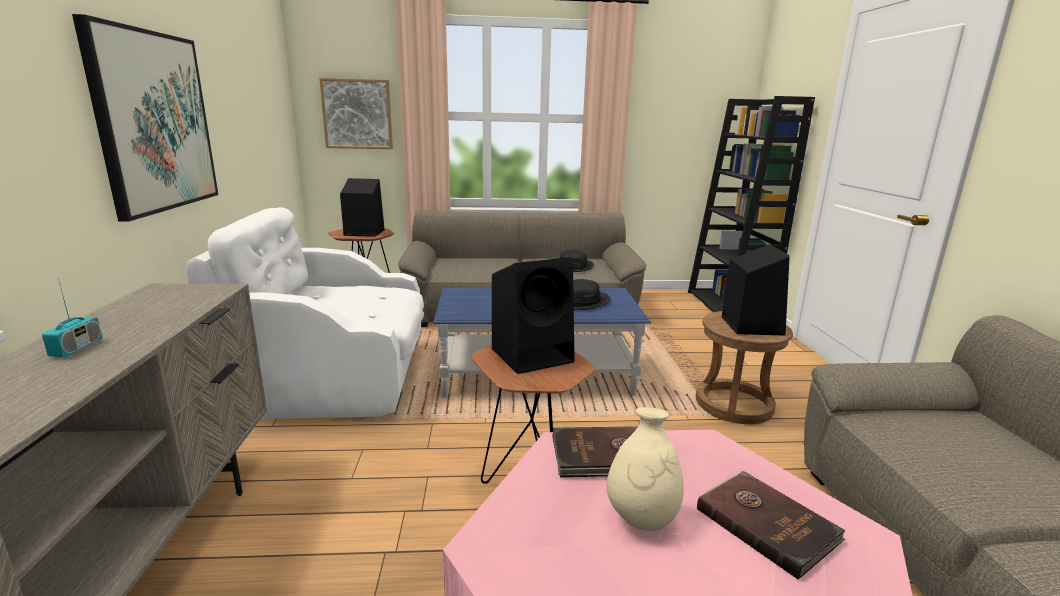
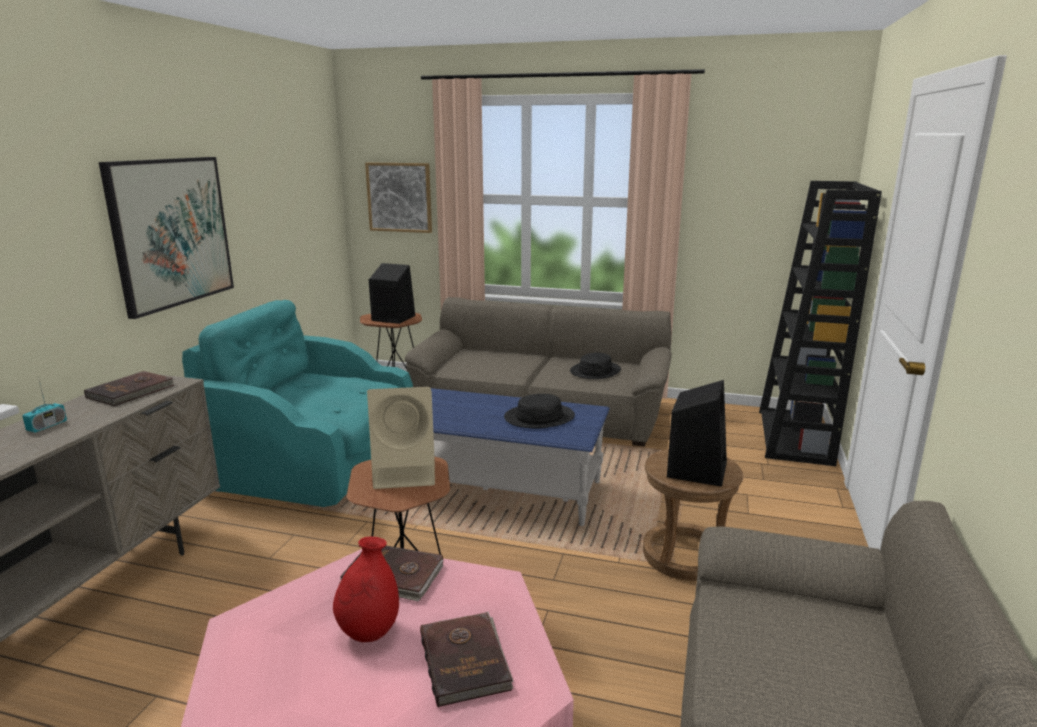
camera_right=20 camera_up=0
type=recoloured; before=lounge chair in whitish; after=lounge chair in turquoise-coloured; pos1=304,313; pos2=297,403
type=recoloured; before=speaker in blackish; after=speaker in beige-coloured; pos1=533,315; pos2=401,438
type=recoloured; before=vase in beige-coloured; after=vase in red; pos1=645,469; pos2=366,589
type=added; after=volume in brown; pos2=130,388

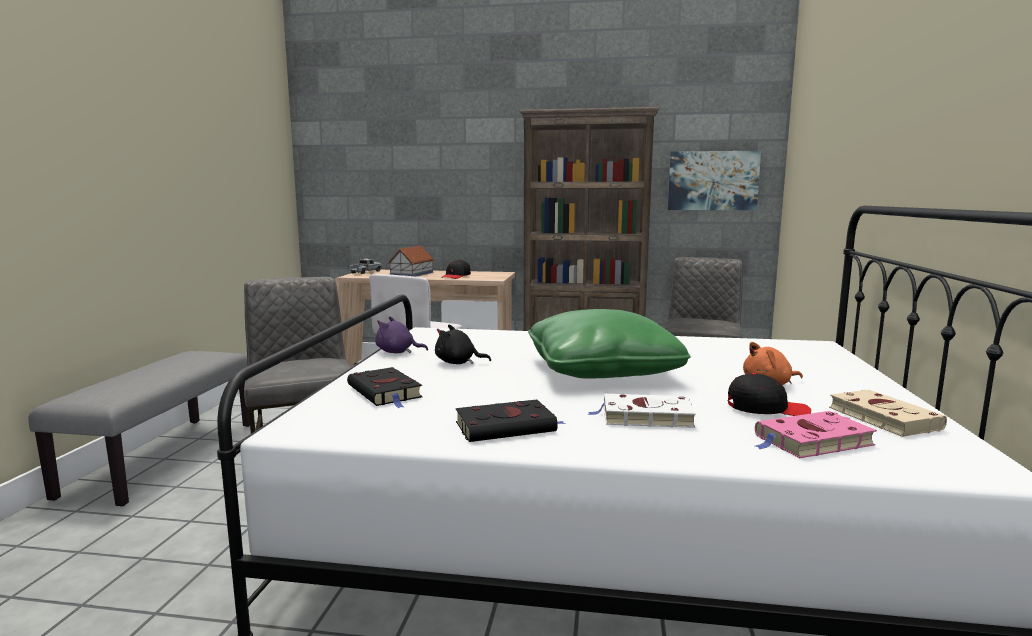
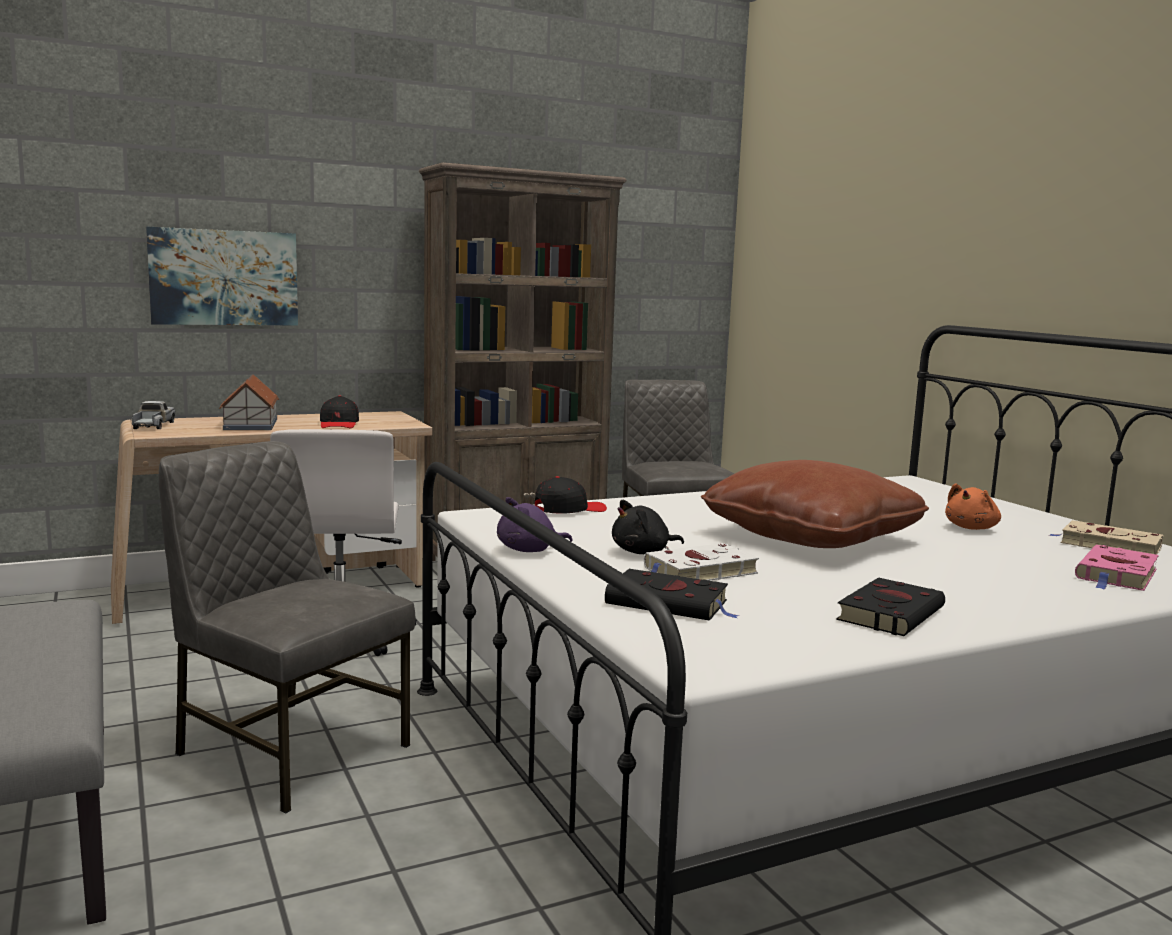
camera_right=-35 camera_up=0
type=recoloured; before=pillow in green; after=pillow in brown; pos1=609,344; pos2=815,504
type=moved; before=volume in whitish; pos1=642,411; pos2=701,562
type=moved; before=picture; pos1=714,180; pos2=222,276
type=moved; before=cap in blackish; pos1=769,394; pos2=571,495

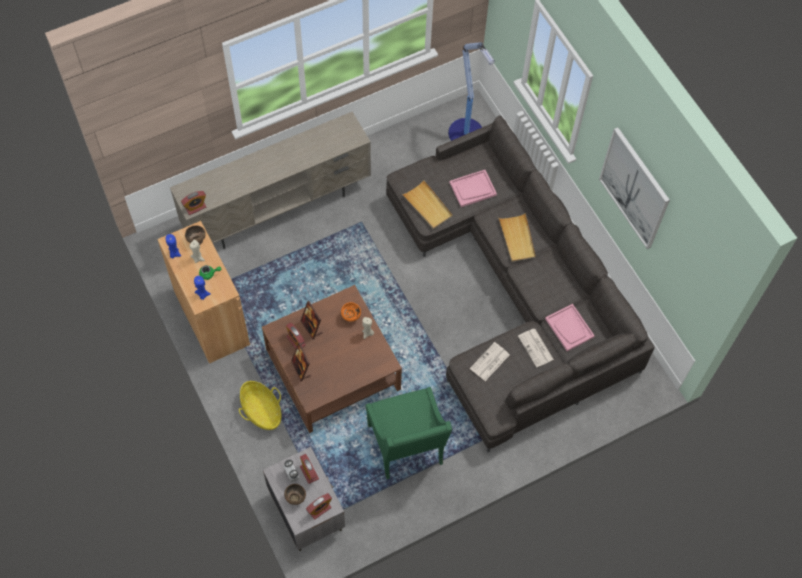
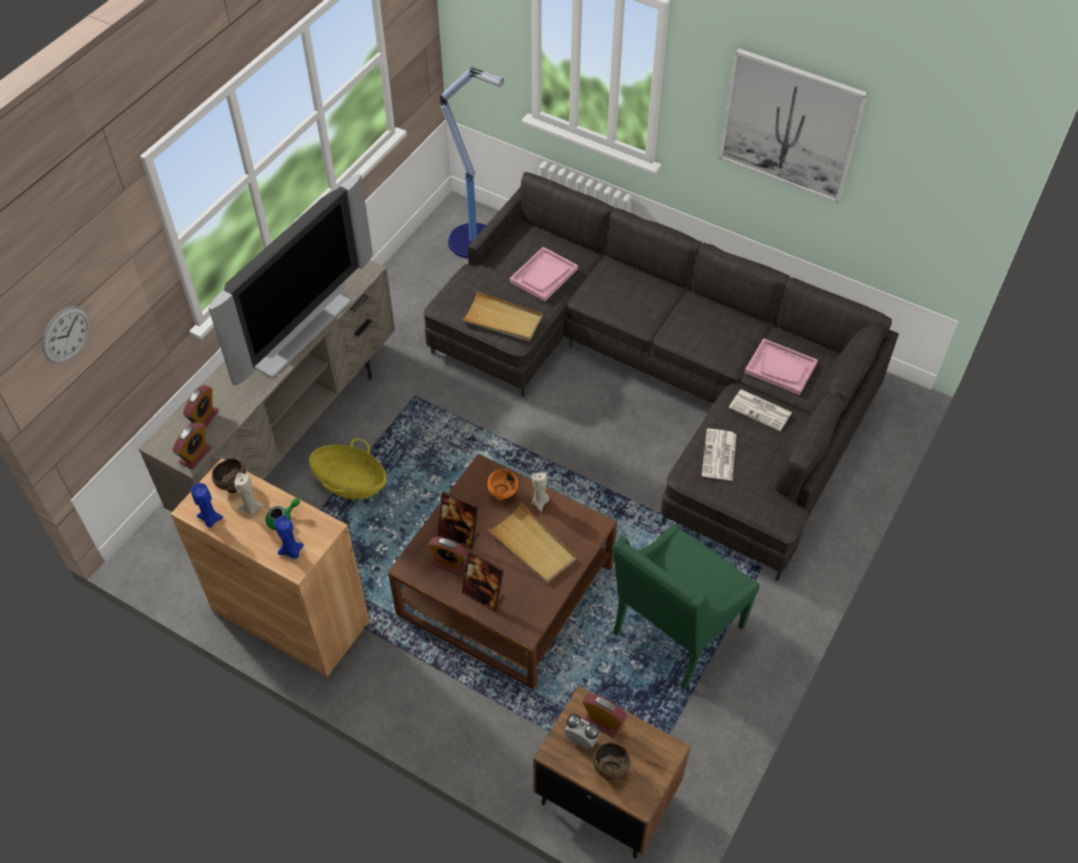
camera_right=-30 camera_up=-10
type=moved; before=storage basket; pos1=260,405; pos2=348,469
type=recoloured; before=night table in grey; after=night table in brown; pos1=304,499; pos2=612,772
type=moved; before=table clock; pos1=319,506; pos2=200,407
type=turned; before=lounge chair in green; pos1=409,433; pos2=686,606; turn=90
type=moved; before=carrying tray in beige-coloured; pos1=517,237; pos2=531,543
type=added; after=wall clock; pos2=66,334
type=added; after=TV set; pos2=290,280

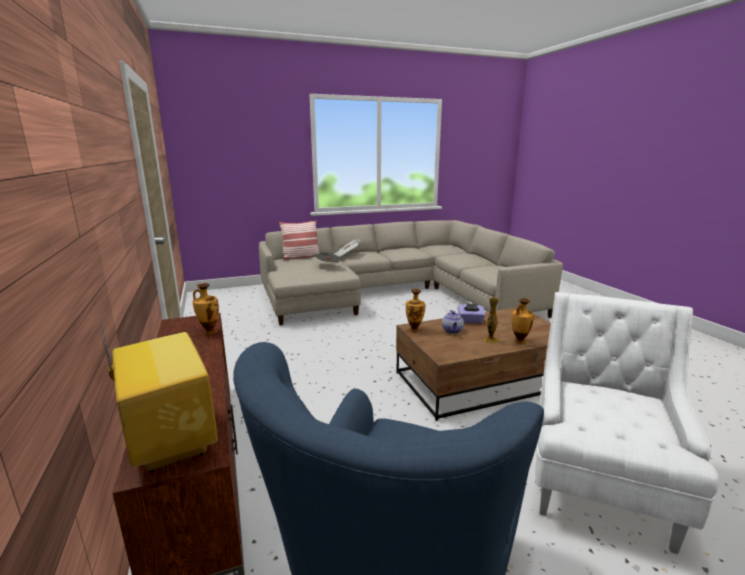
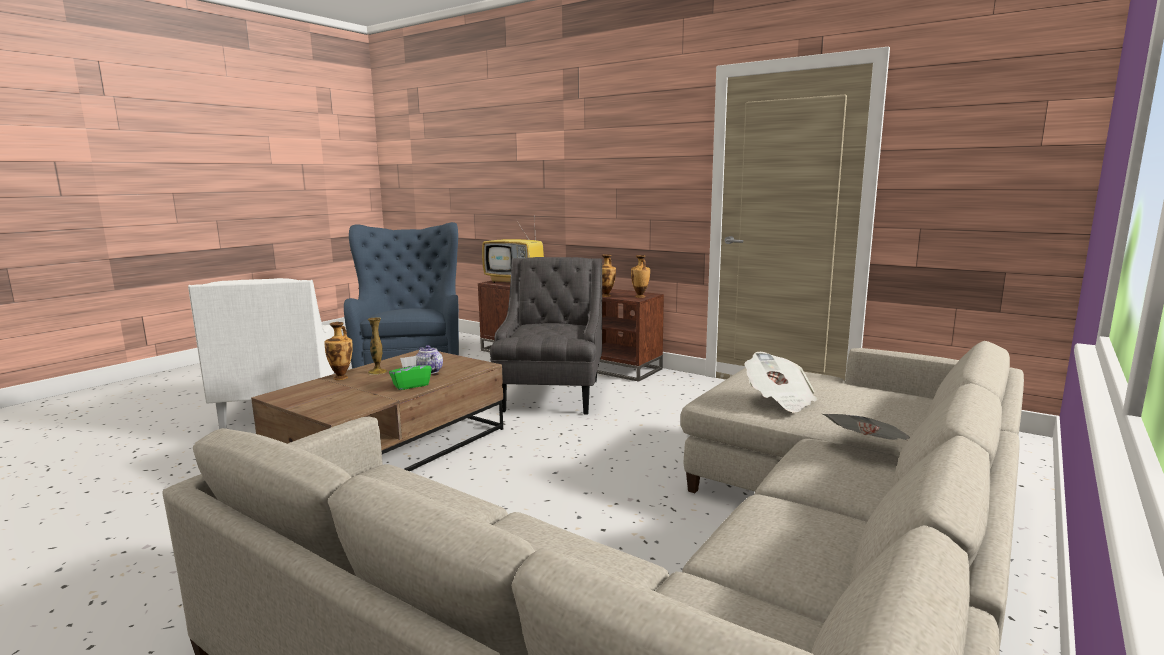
camera_right=145 camera_up=-5
type=removed; before=pillow; pos1=299,240
type=moved; before=vase; pos1=415,311; pos2=640,276
type=recoloured; before=tissue box in purple-coloured; after=tissue box in green; pos1=471,313; pos2=410,373
type=added; after=lounge chair in grey; pos2=546,335

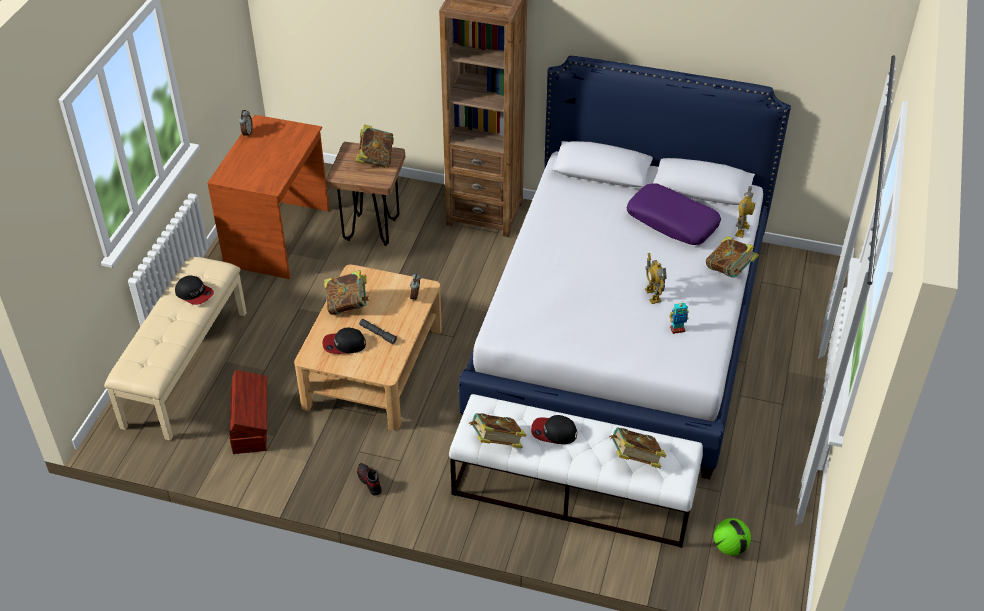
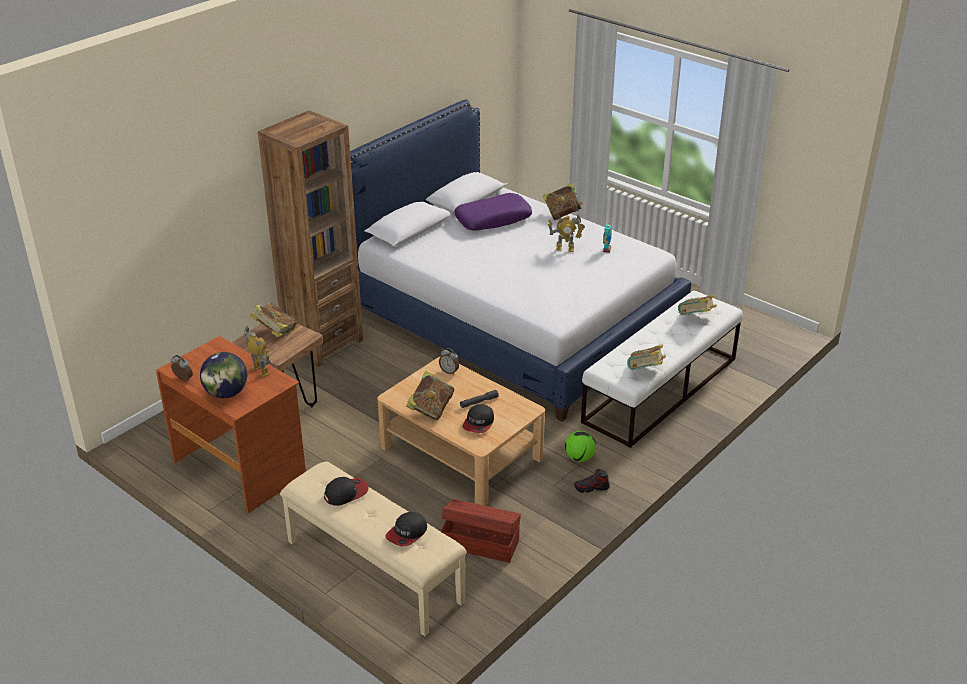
camera_right=-65 camera_up=-10
type=moved; before=cap; pos1=554,429; pos2=406,529
type=moved; before=ball for football; pos1=732,537; pos2=580,446
type=moved; before=robot figure; pos1=745,212; pos2=258,351
type=added; after=desk globe; pos2=223,375

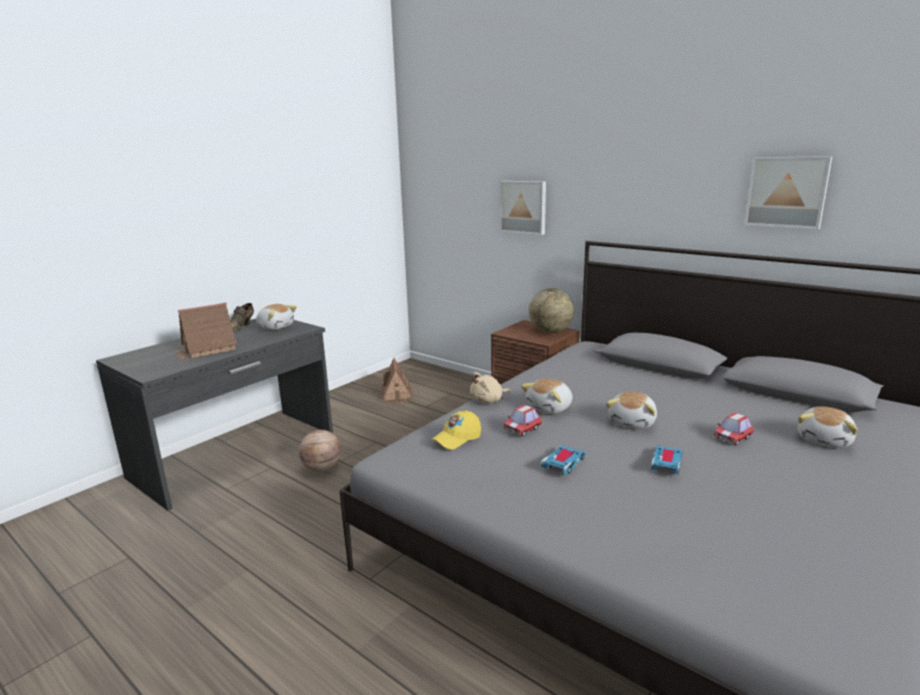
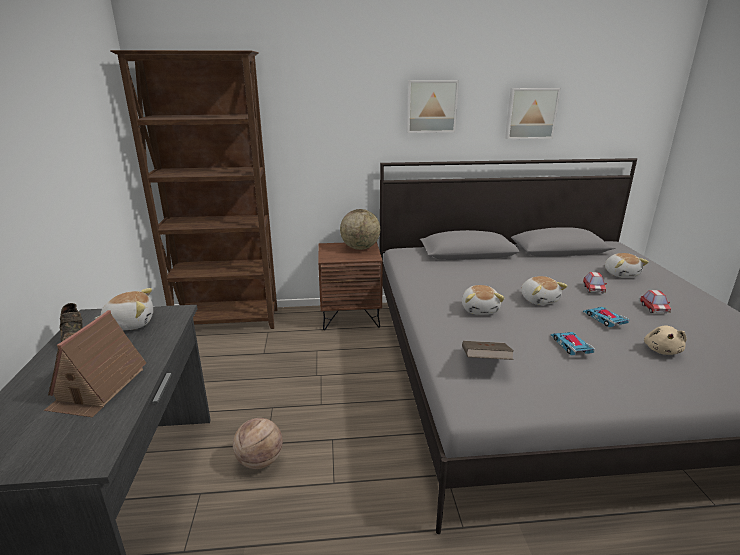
camera_right=-45 camera_up=5
type=removed; before=miniature house; pos1=396,380
type=replaced; before=cap in yellowish; after=volume in brown; pos1=456,430; pos2=488,350
type=moved; before=soft toy in beige-coloured; pos1=491,387; pos2=665,340
type=moved; before=picture; pos1=522,208; pos2=433,106
type=moved; before=miniature car; pos1=523,421; pos2=655,301
type=added; after=bookshelf in brown; pos2=193,189

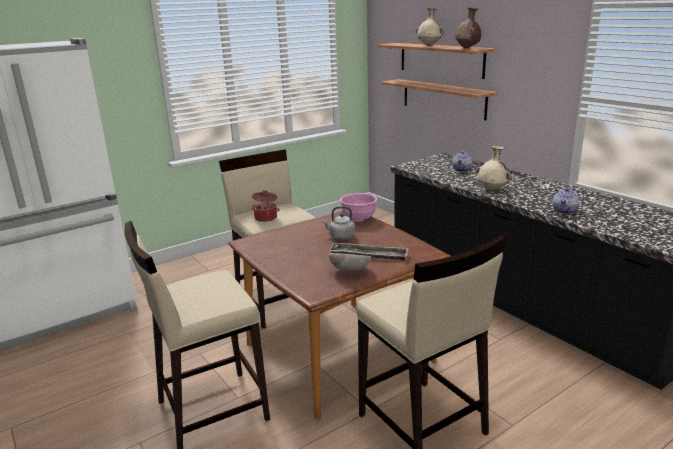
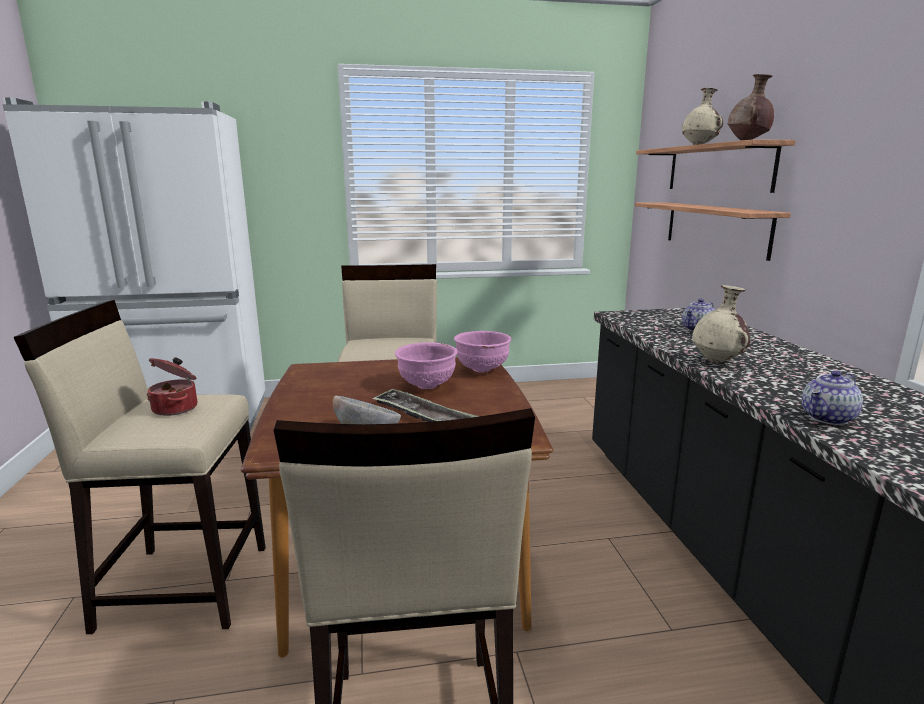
camera_right=25 camera_up=-5
type=moved; before=saucepot; pos1=265,206; pos2=171,386
type=replaced; before=tea kettle in grey; after=serving bowl in pink; pos1=338,223; pos2=426,366

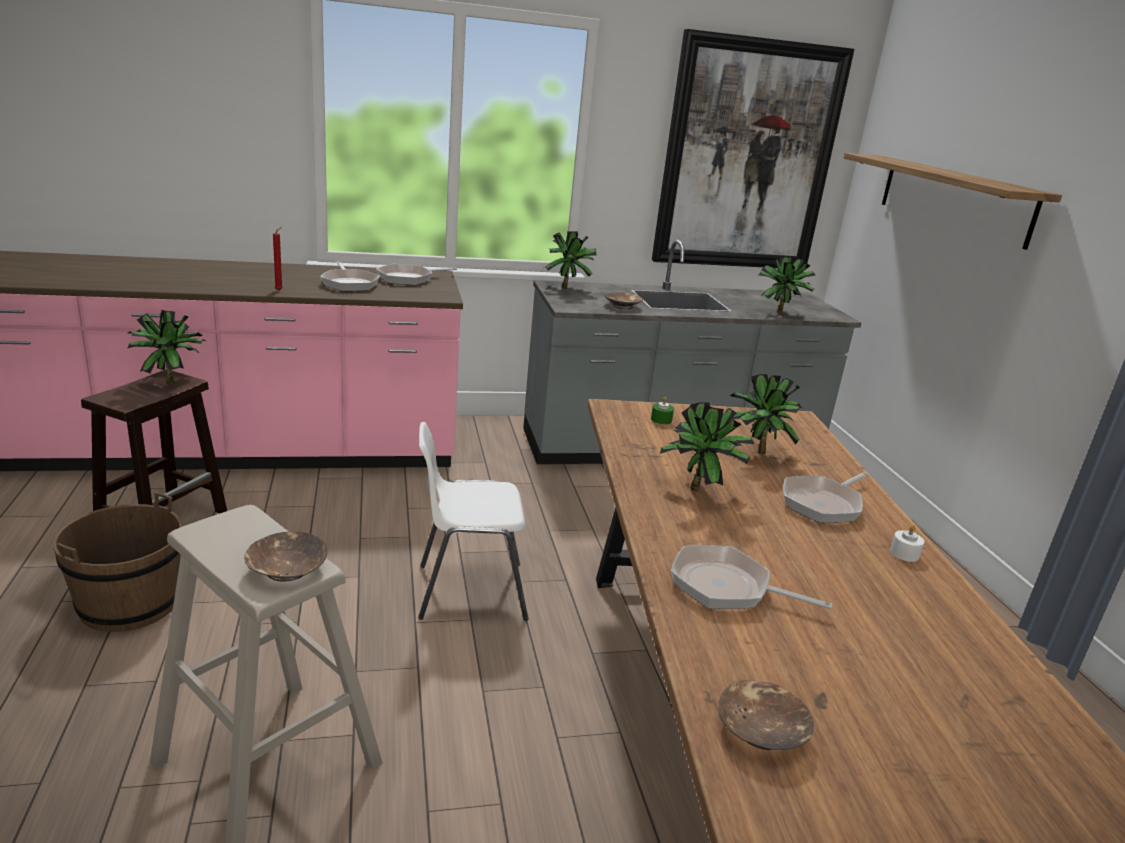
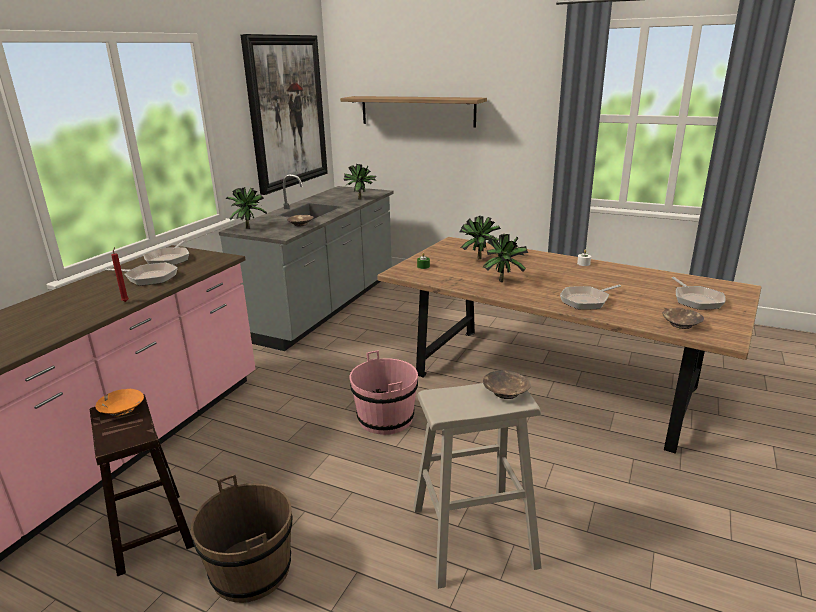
camera_right=-50 camera_up=0
type=replaced; before=houseplant; after=serving bowl in orange-coloured; pos1=166,347; pos2=119,403
type=replaced; before=chair in whitish; after=water bucket in pink; pos1=473,521; pos2=384,392
type=moved; before=skillet; pos1=825,497; pos2=699,293

